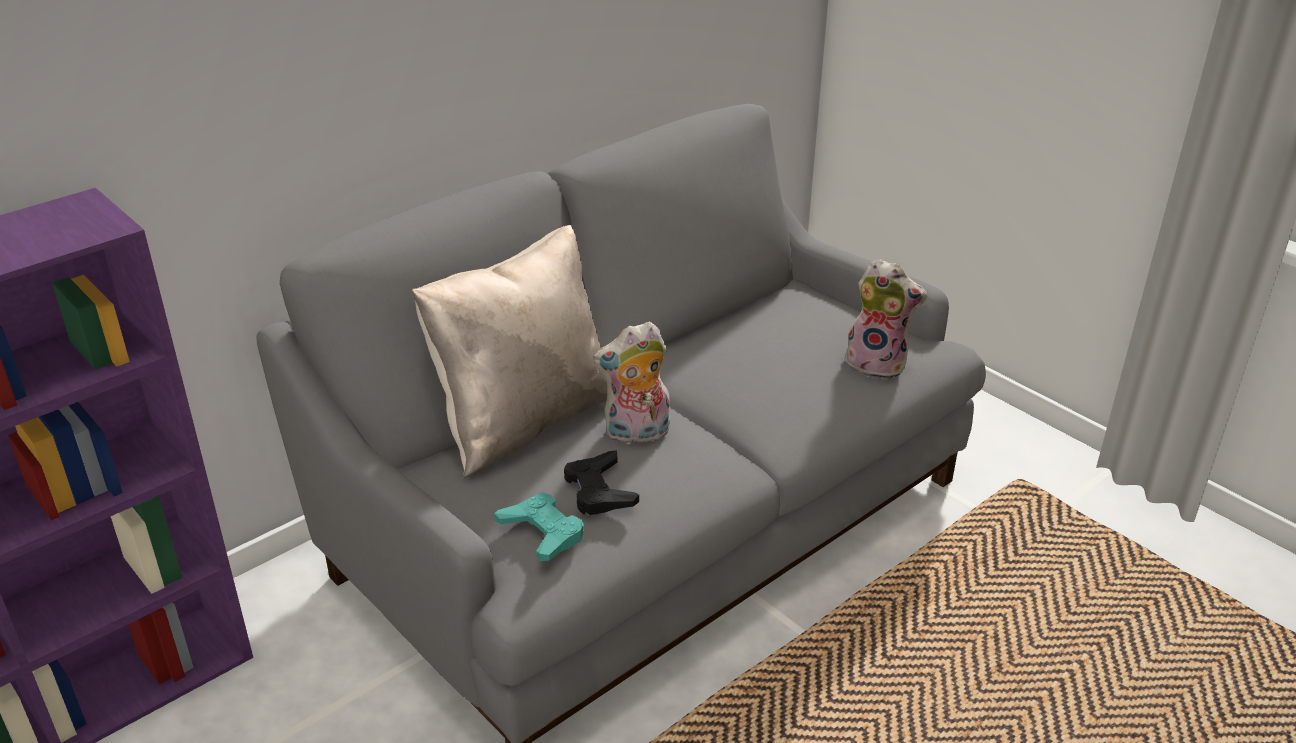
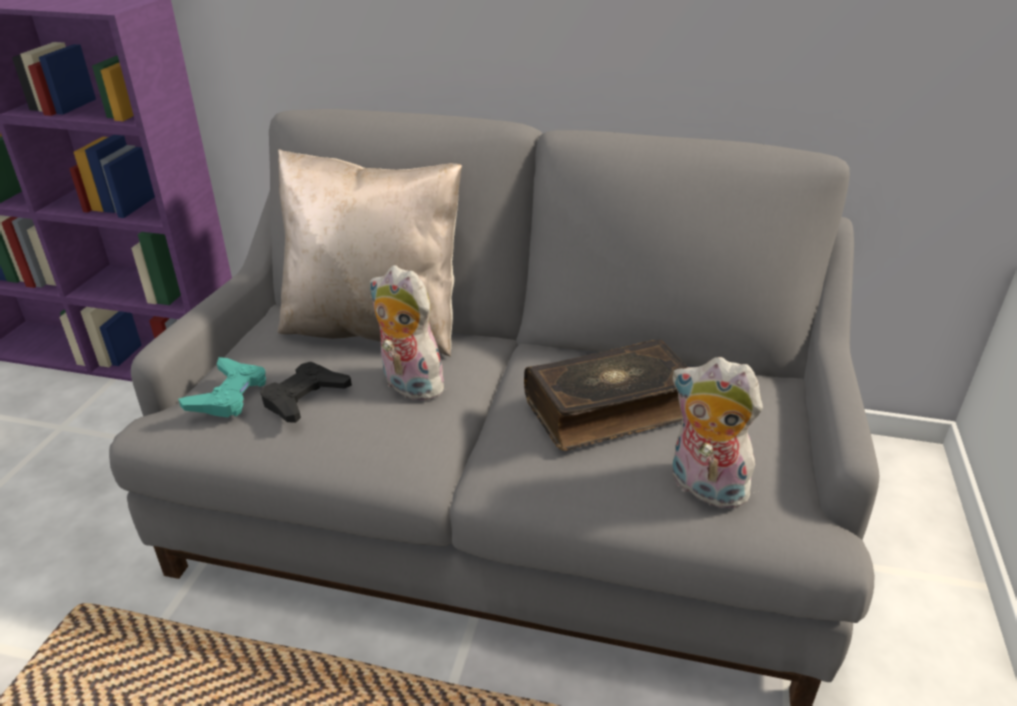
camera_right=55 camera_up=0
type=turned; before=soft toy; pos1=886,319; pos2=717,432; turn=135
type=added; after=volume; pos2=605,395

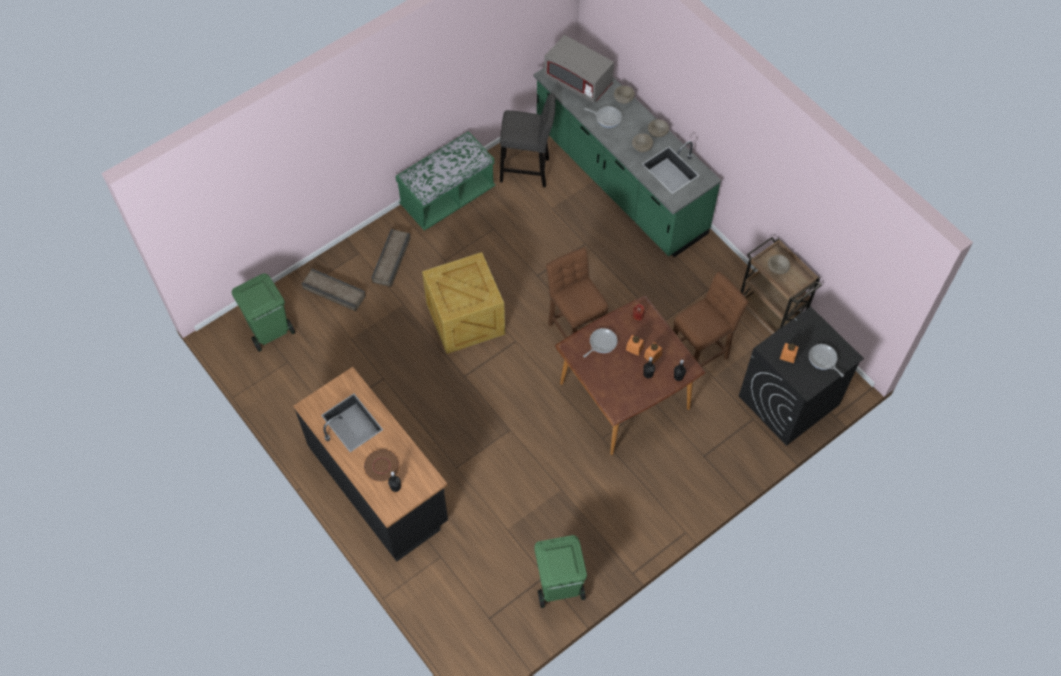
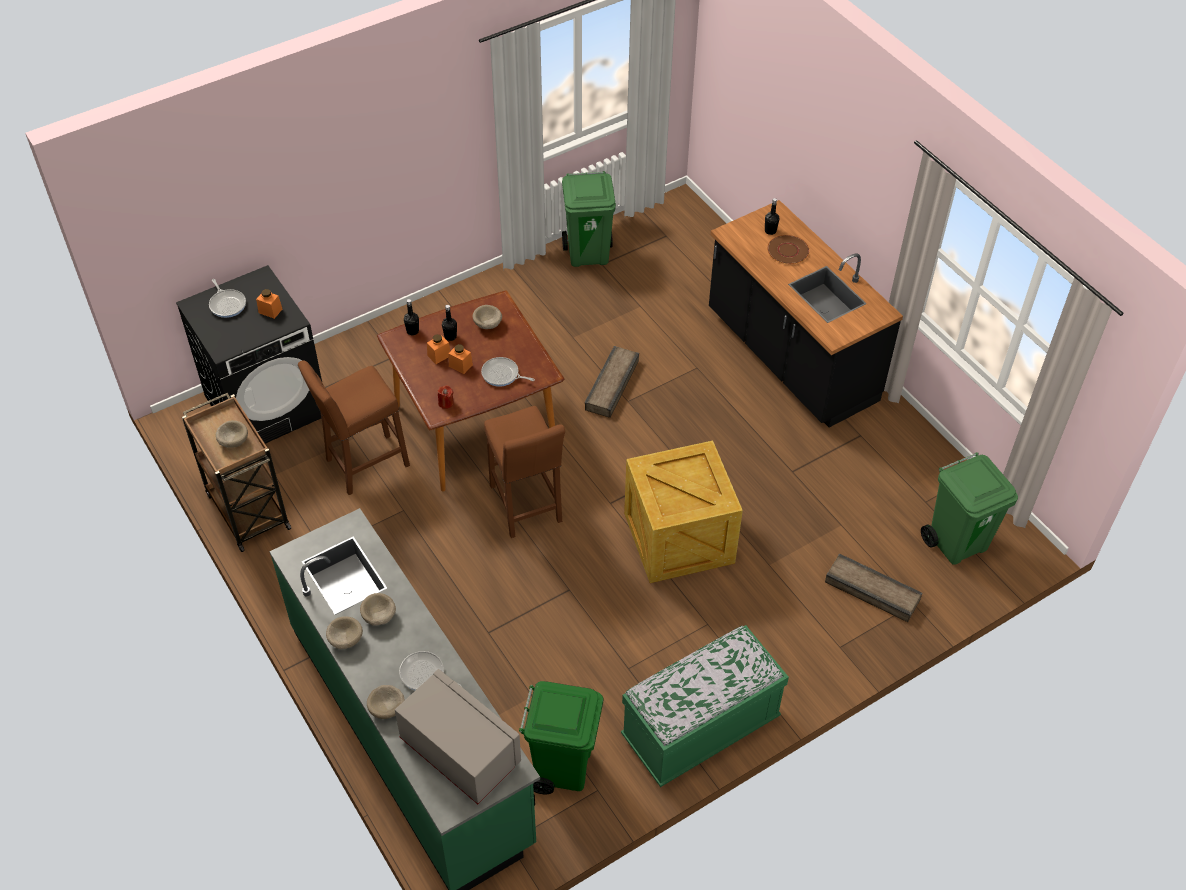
camera_right=-175 camera_up=-10
type=moved; before=packing crate; pos1=391,258; pos2=612,382
type=replaced; before=stool in grey; after=trash can in green; pos1=527,140; pos2=561,737
type=turned; before=skillet; pos1=600,343; pos2=508,372; turn=60
type=added; after=serving bowl in beige-coloured; pos2=487,317

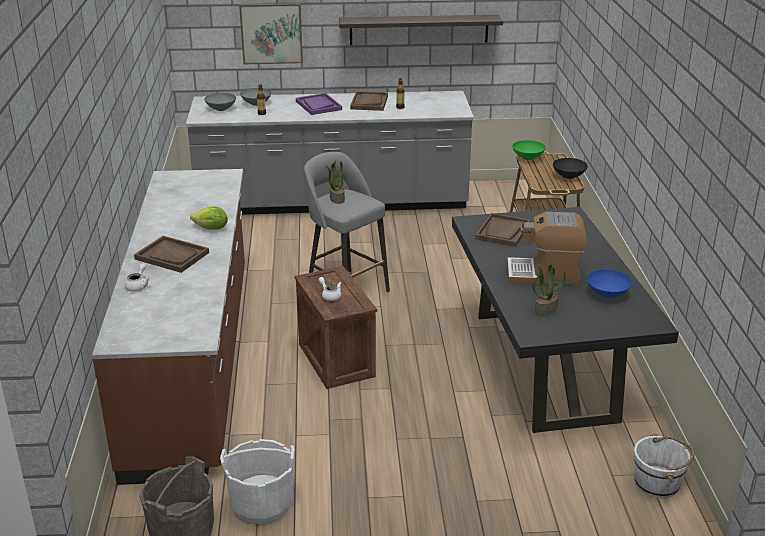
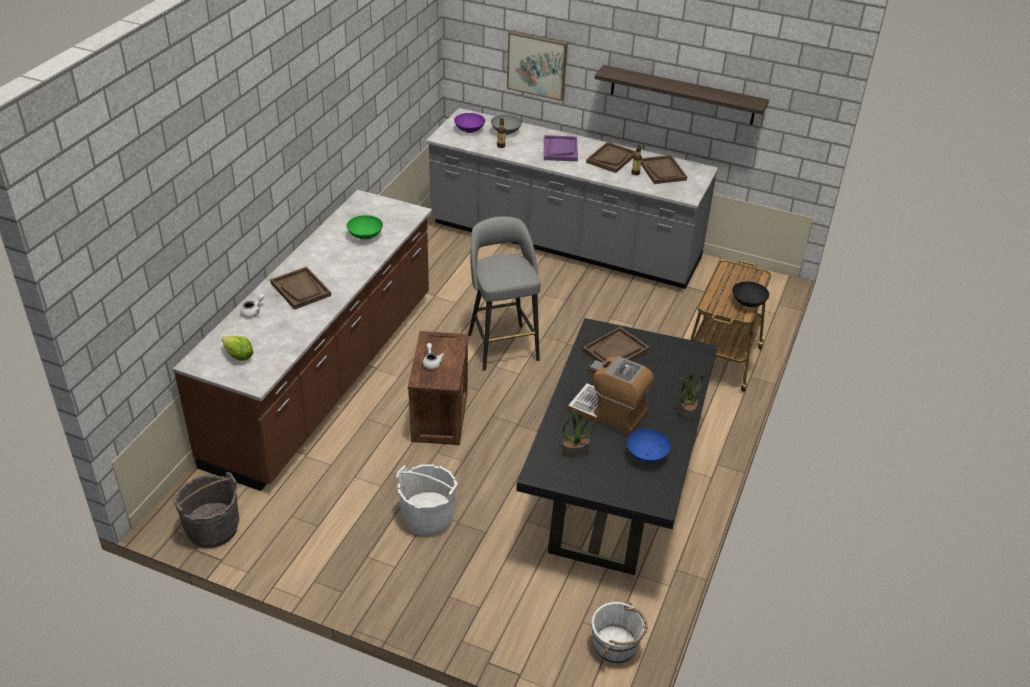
camera_right=25 camera_up=10
type=moved; before=head of lettuce; pos1=209,218; pos2=237,348
type=recoloured; before=serving bowl in grey; after=serving bowl in purple-coloured; pos1=220,102; pos2=469,123
type=moved; before=water bucket in whitish; pos1=257,482; pos2=427,500
type=moved; before=houseplant; pos1=335,182; pos2=691,397
type=moved; before=serving bowl in green; pos1=529,150; pos2=365,227
type=added; after=carrying tray in brown; pos2=664,169

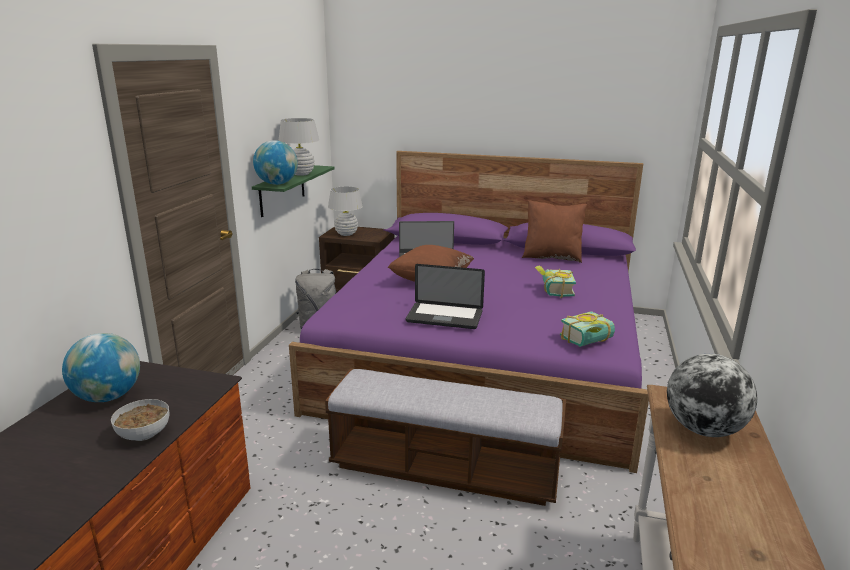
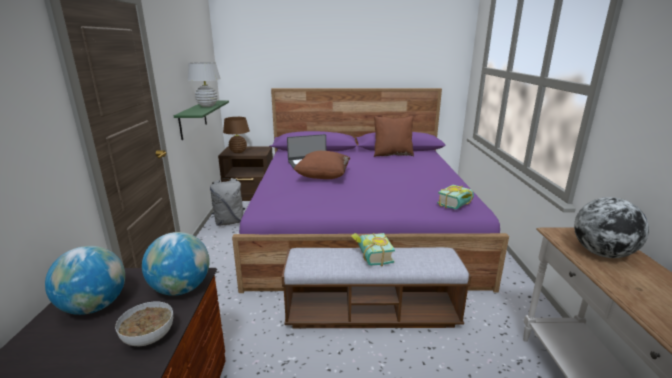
camera_right=-15 camera_up=0
type=moved; before=desk globe; pos1=275,162; pos2=176,264
type=recoloured; before=lamp for a table in whitish; after=lamp for a table in brown; pos1=345,211; pos2=236,135
type=removed; before=portable computer; pos1=445,296
type=moved; before=volume; pos1=555,281; pos2=373,249

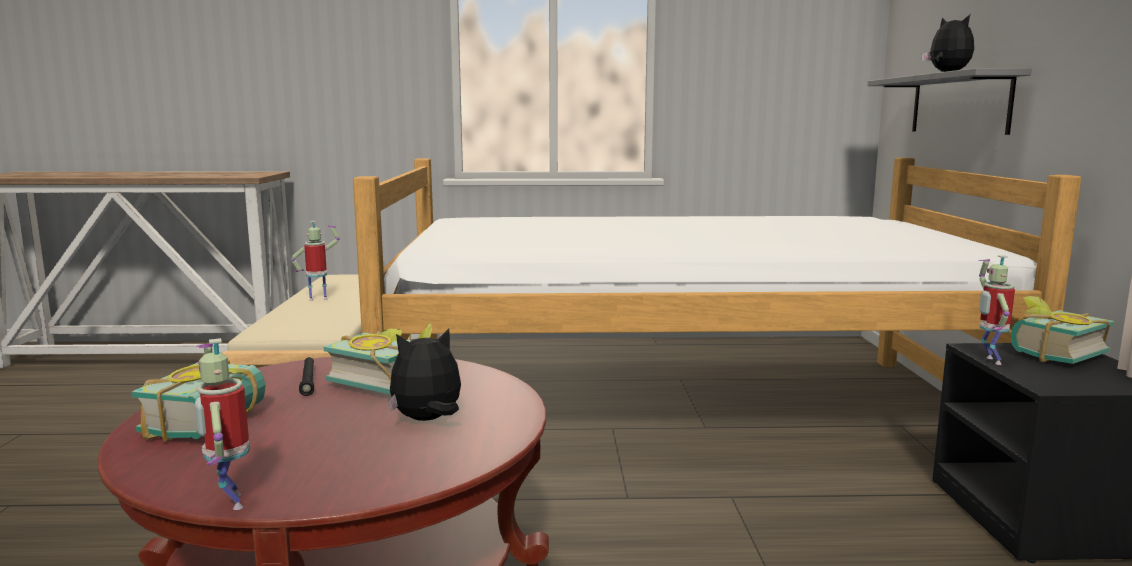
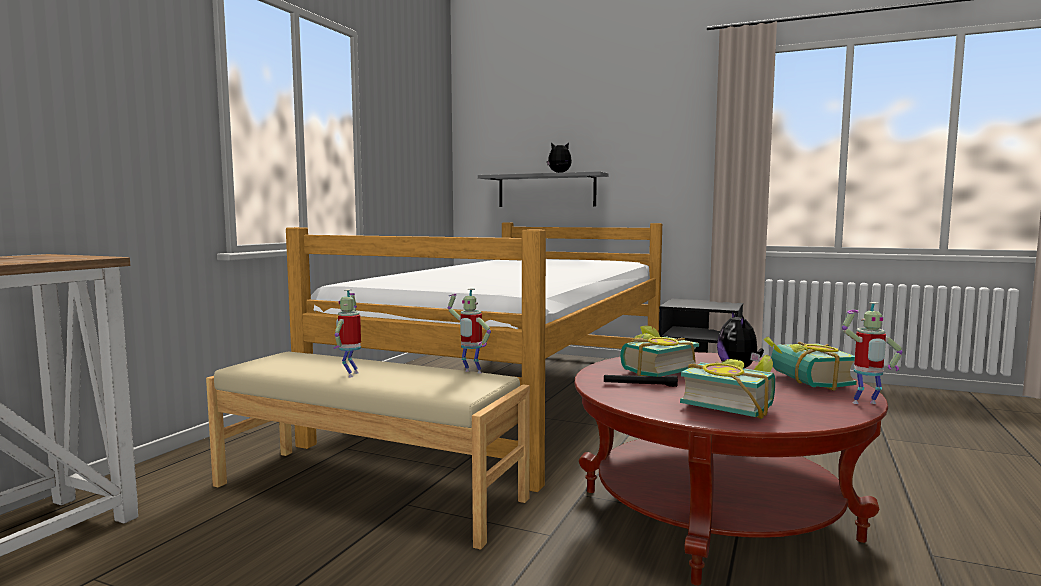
camera_right=-65 camera_up=-5
type=moved; before=robot figure; pos1=997,310; pos2=469,331
type=moved; before=volume; pos1=1062,330; pos2=810,364

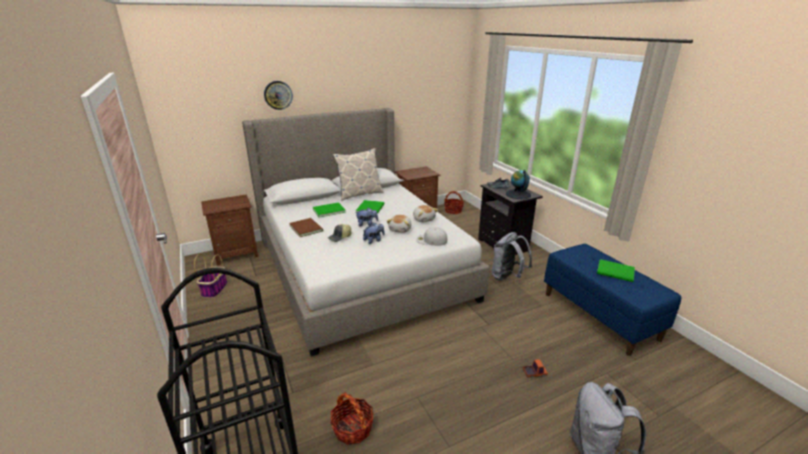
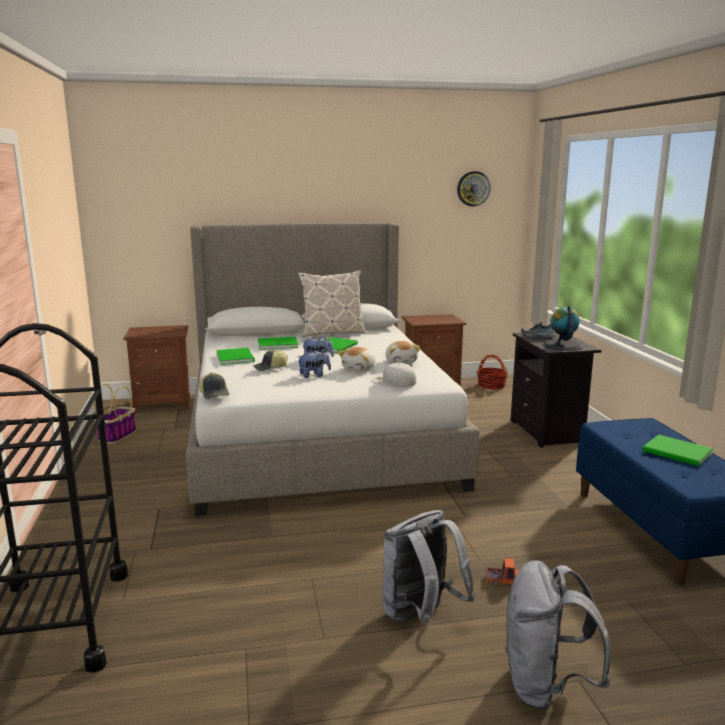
camera_right=15 camera_up=-10
type=moved; before=wall clock; pos1=278,95; pos2=474,189
type=recoloured; before=volume in brown; after=volume in green; pos1=306,227; pos2=235,356
type=removed; before=storage basket; pos1=351,418
type=moved; before=rucksack in grey; pos1=512,256; pos2=429,567
type=added; after=cap; pos2=214,386

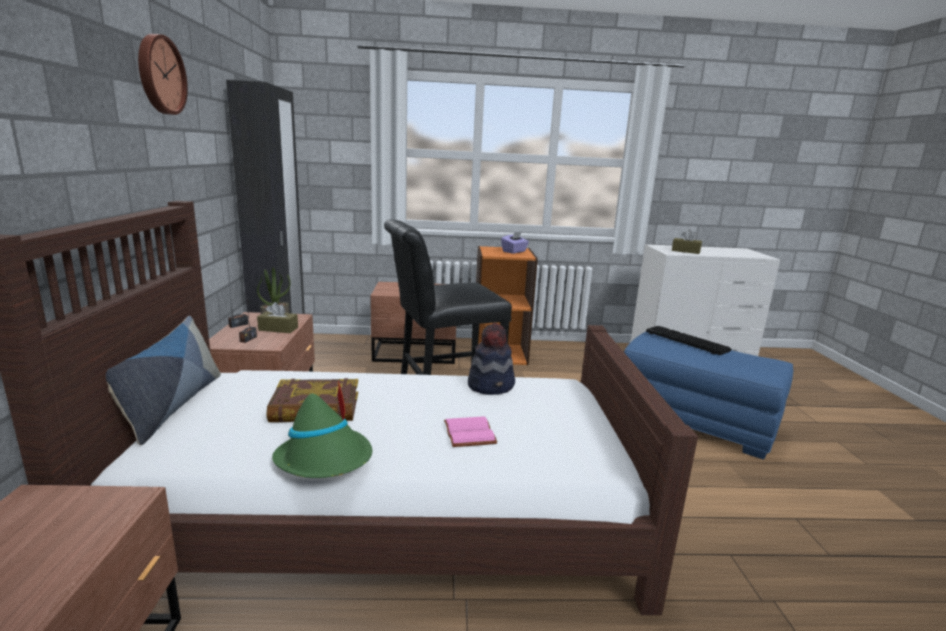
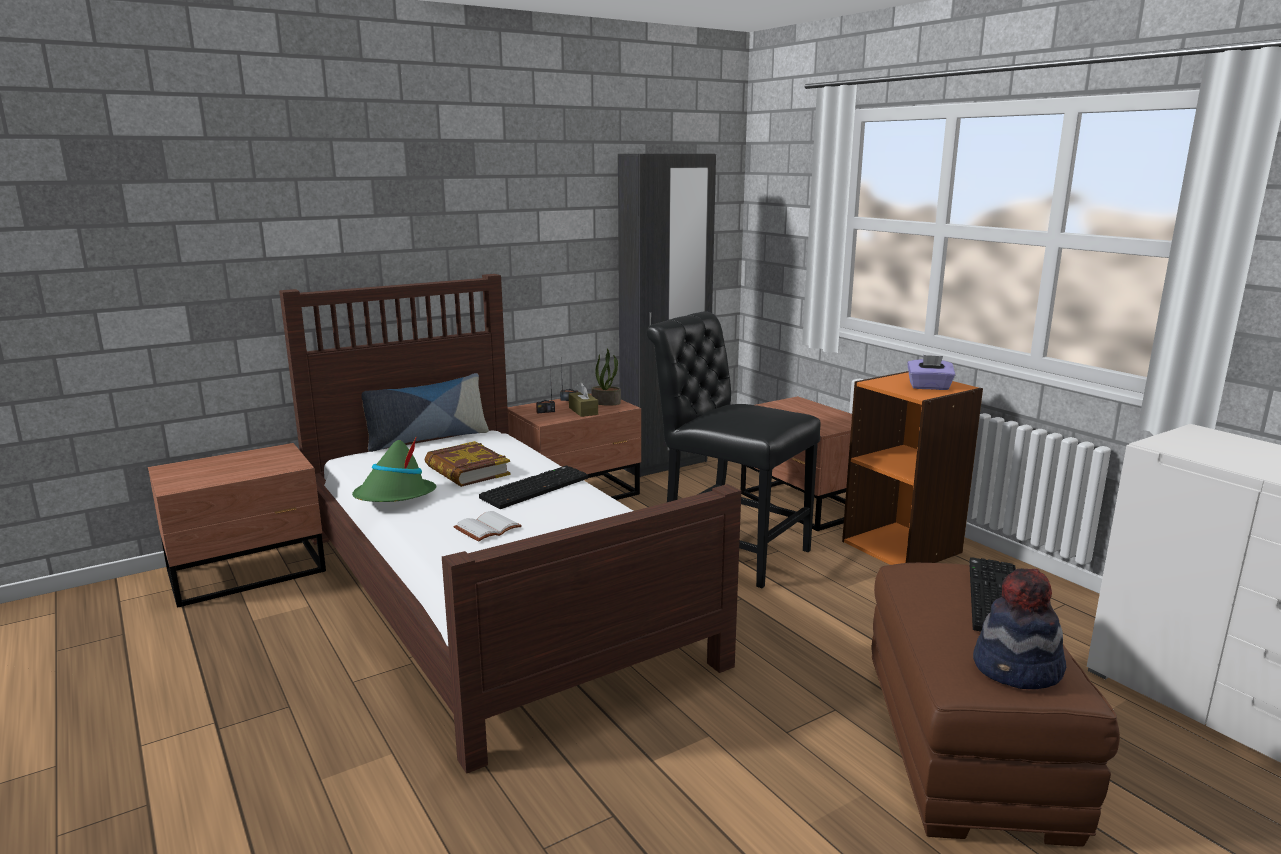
camera_right=60 camera_up=0
type=removed; before=wall clock; pos1=163,74
type=recoloured; before=volume in pink; after=volume in whitish; pos1=470,431; pos2=488,526
type=moved; before=hat; pos1=491,359; pos2=1019,628
type=recoloured; before=pouffe in blue; after=pouffe in brown; pos1=708,396; pos2=995,705
type=removed; before=tissue box in brown; pos1=687,241
type=added; after=keyboard; pos2=533,487

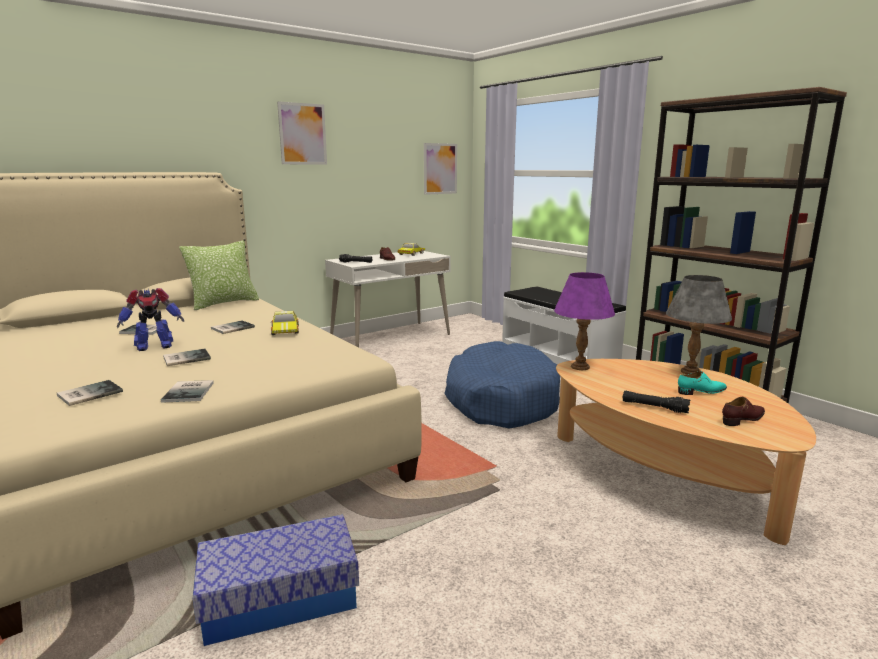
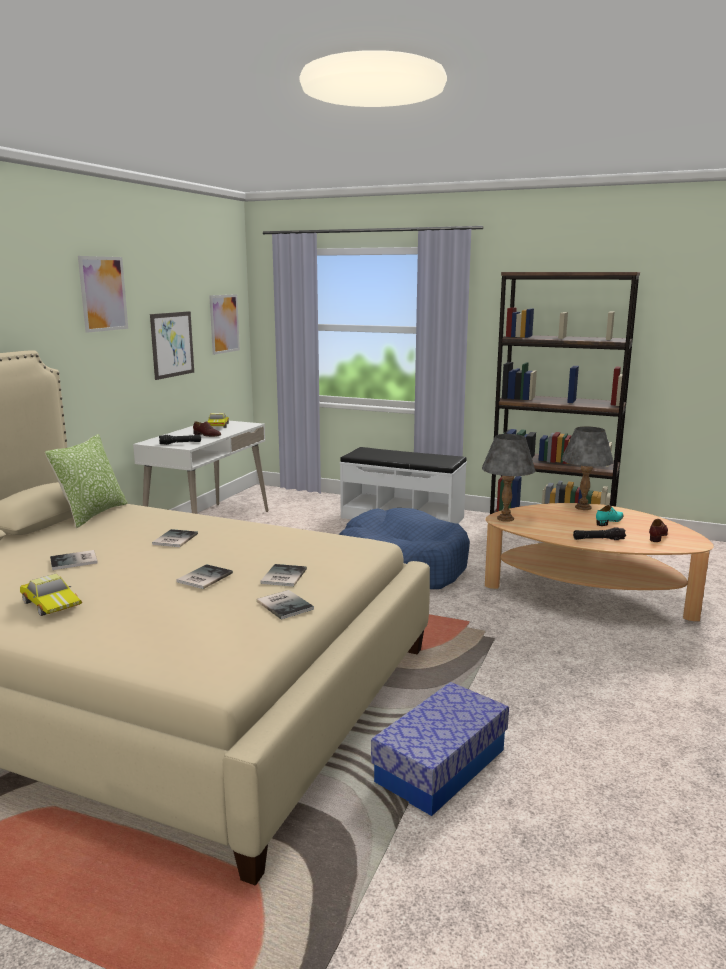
camera_right=-30 camera_up=0
type=moved; before=volume; pos1=90,393; pos2=283,575
type=removed; before=robot figure; pos1=150,319
type=moved; before=miniature car; pos1=285,323; pos2=51,595
type=recoloured; before=lamp for a table in purple-coloured; after=lamp for a table in grey; pos1=584,321; pos2=509,478
type=added; after=picture; pos2=172,345

